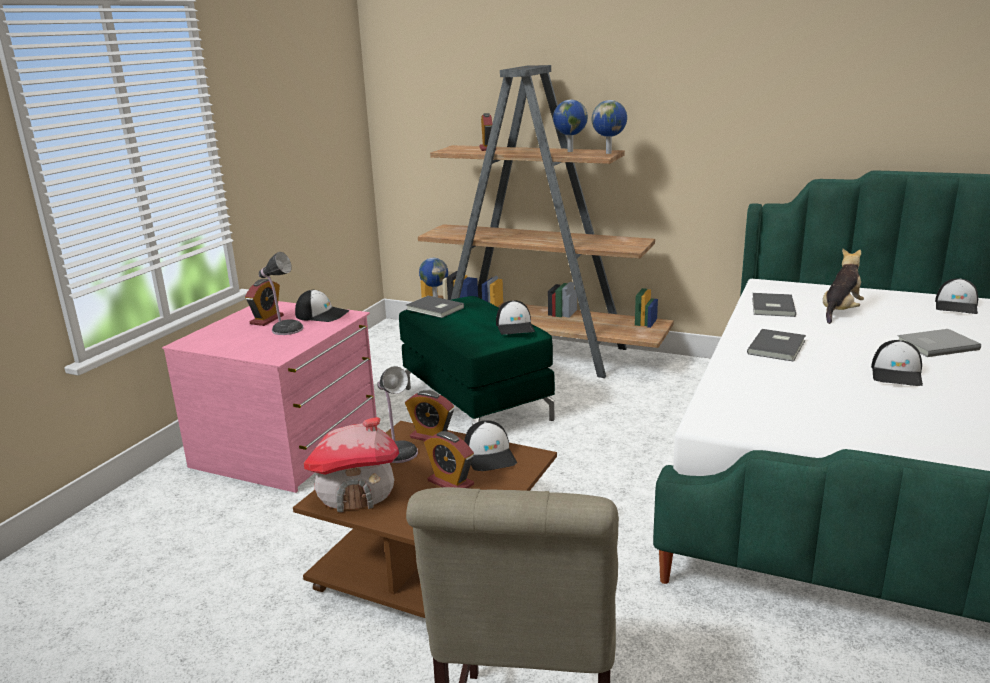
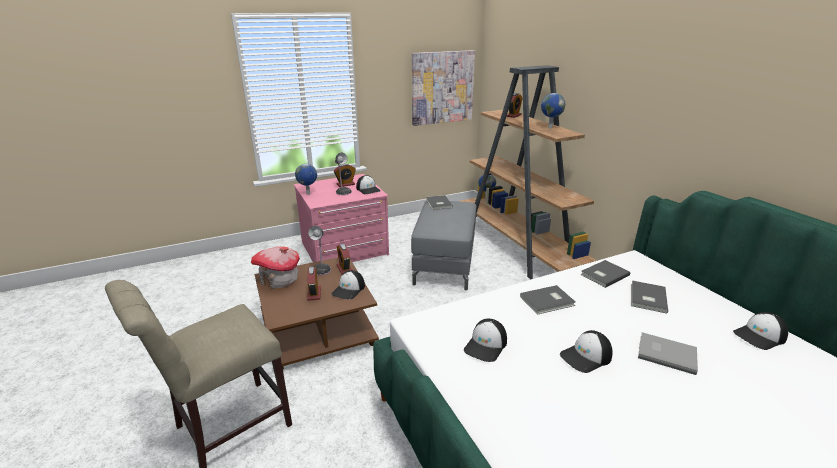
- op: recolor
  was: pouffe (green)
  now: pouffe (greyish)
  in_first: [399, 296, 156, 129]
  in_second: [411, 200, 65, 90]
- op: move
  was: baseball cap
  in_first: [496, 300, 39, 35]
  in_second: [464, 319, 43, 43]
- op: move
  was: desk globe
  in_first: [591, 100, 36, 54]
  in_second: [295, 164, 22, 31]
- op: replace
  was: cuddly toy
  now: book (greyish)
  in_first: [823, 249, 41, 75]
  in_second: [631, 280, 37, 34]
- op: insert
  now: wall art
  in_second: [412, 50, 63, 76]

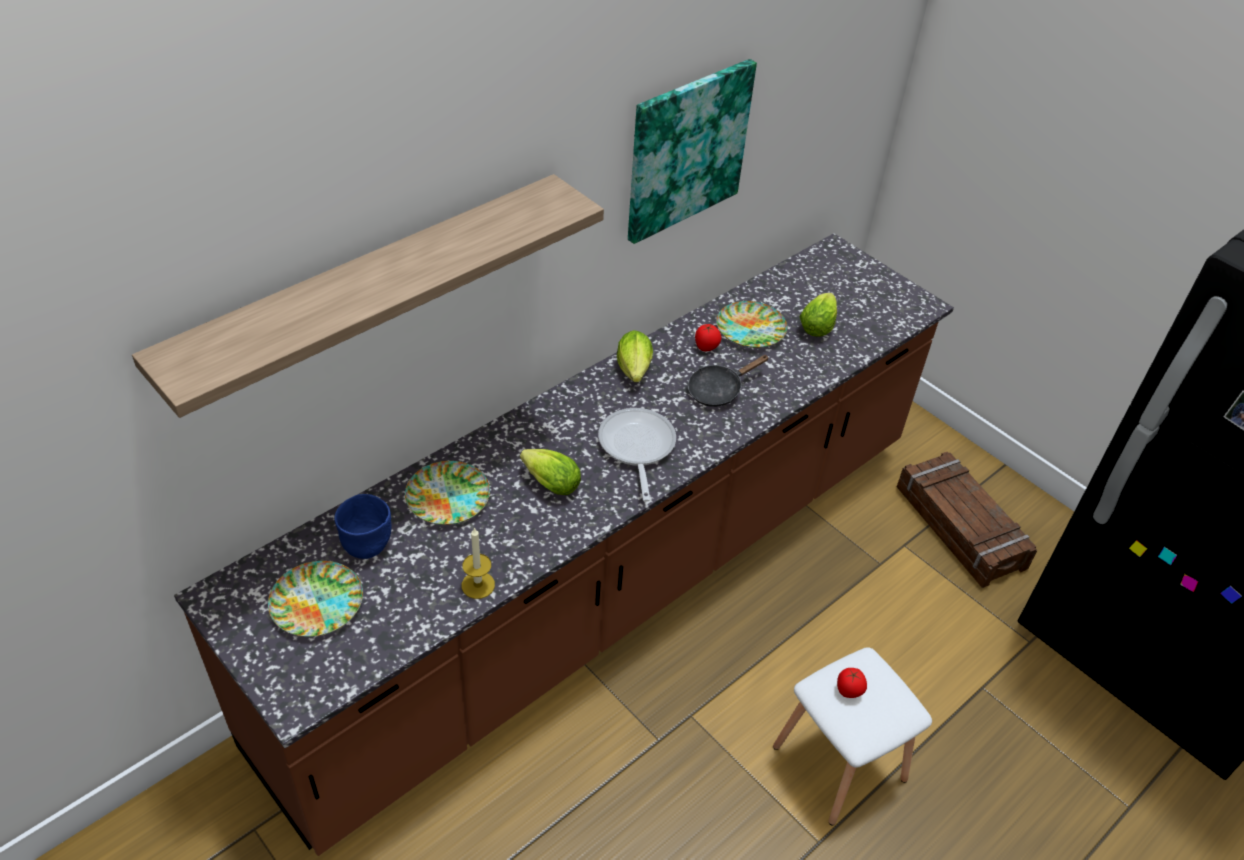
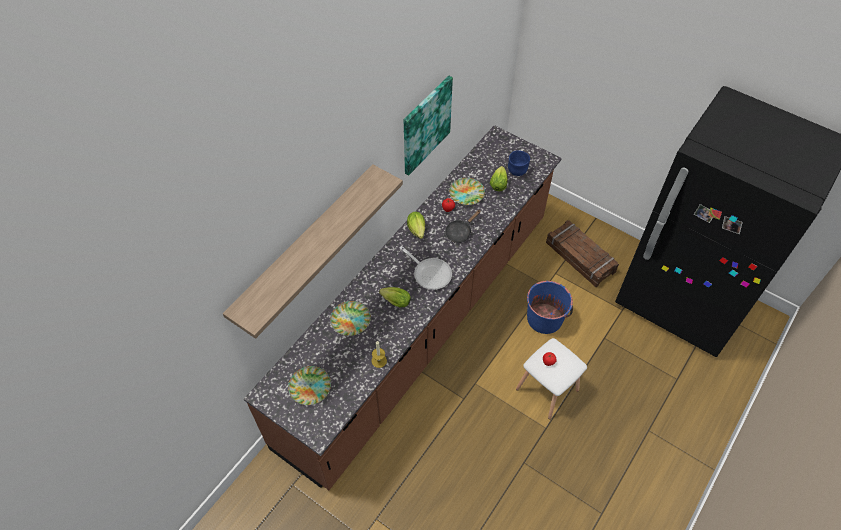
- op: move
  was: deep dish (bluish)
  in_first: [334, 494, 58, 65]
  in_second: [508, 150, 22, 26]
- op: rotate
  was: pan
  in_first: [598, 408, 78, 94]
  in_second: [399, 246, 53, 44]
  clockwise: 150
- op: insert
  now: bucket (bluish)
  in_second: [527, 281, 46, 53]

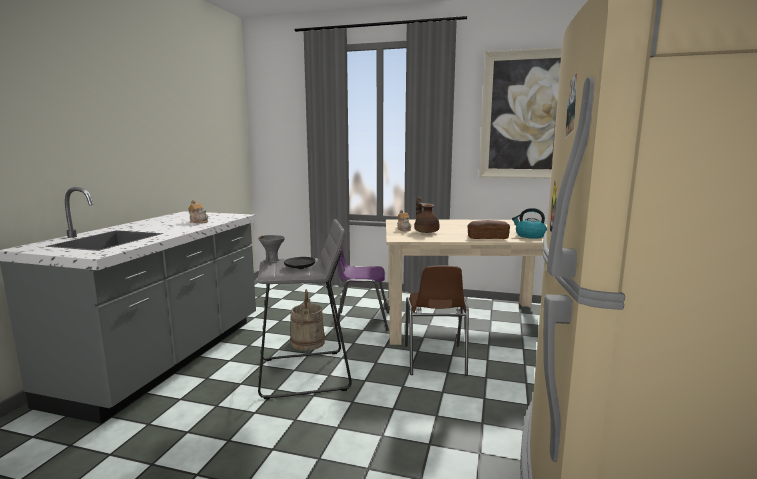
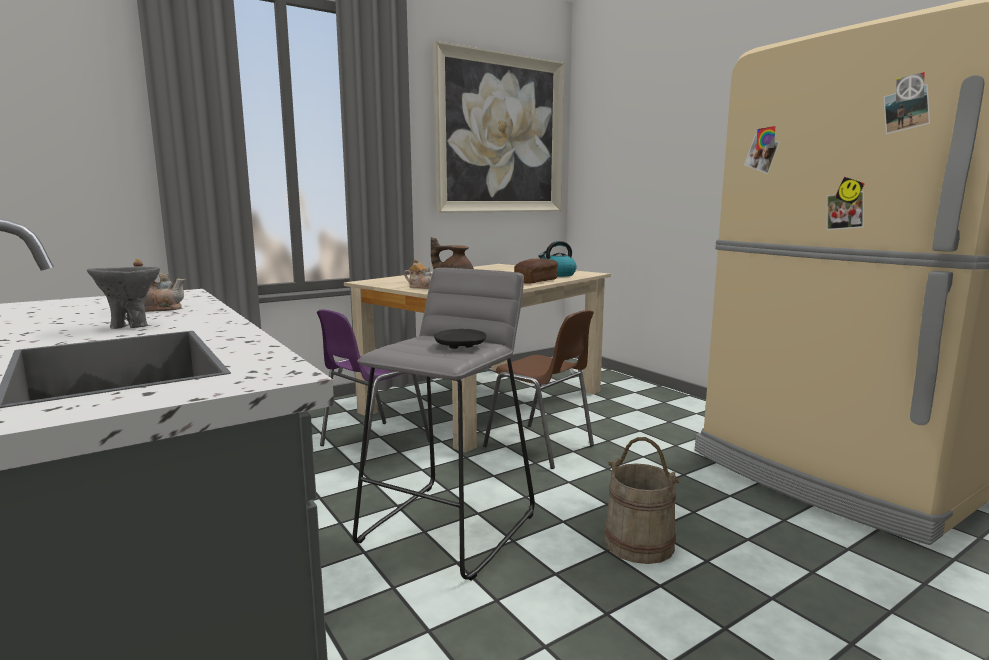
- op: move
  was: deep dish (greyish)
  in_first: [258, 235, 27, 28]
  in_second: [87, 267, 73, 62]
- op: move
  was: bucket (beige-coloured)
  in_first: [290, 289, 35, 62]
  in_second: [605, 437, 75, 127]

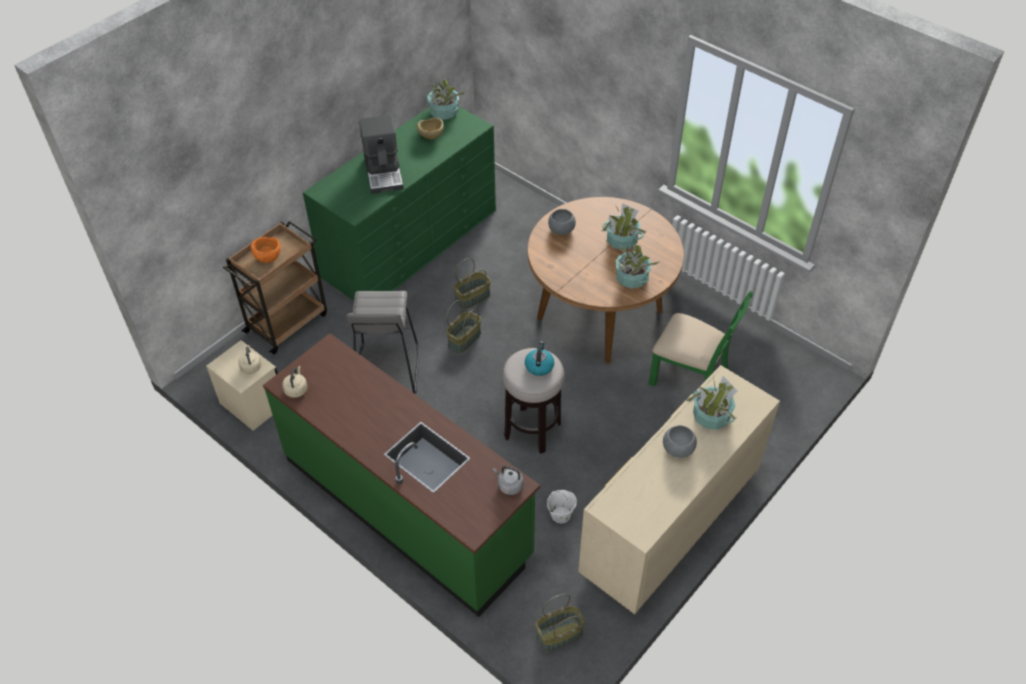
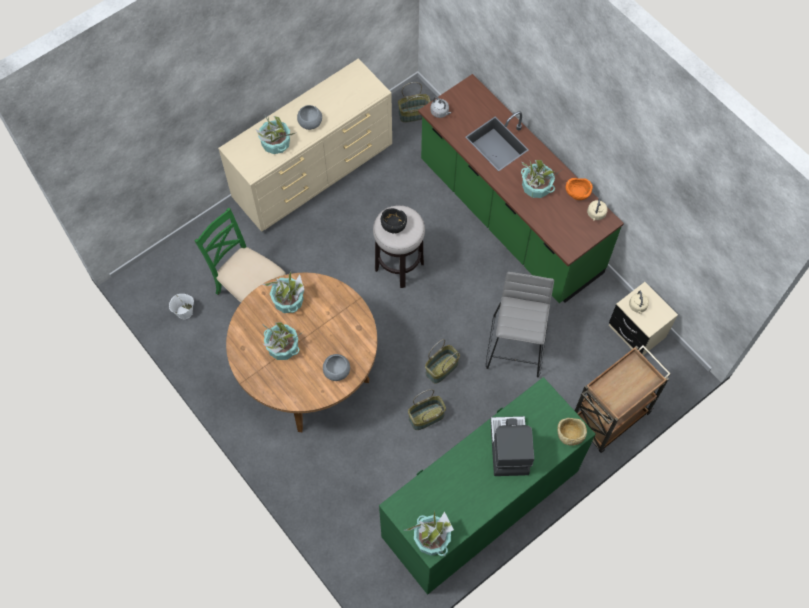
- op: move
  was: deep dish (orange)
  in_first: [251, 237, 29, 26]
  in_second: [566, 178, 27, 22]
- op: move
  was: deep dish (beige-coloured)
  in_first: [417, 117, 27, 22]
  in_second: [557, 418, 30, 28]
- op: replace
  was: water kettle
  now: deep dish (black-coloured)
  in_first: [525, 341, 29, 35]
  in_second: [381, 208, 26, 25]
- op: move
  was: bucket (whitish)
  in_first: [547, 490, 30, 33]
  in_second: [169, 294, 25, 25]
- op: insert
  now: houseplant
  in_second: [521, 160, 38, 38]

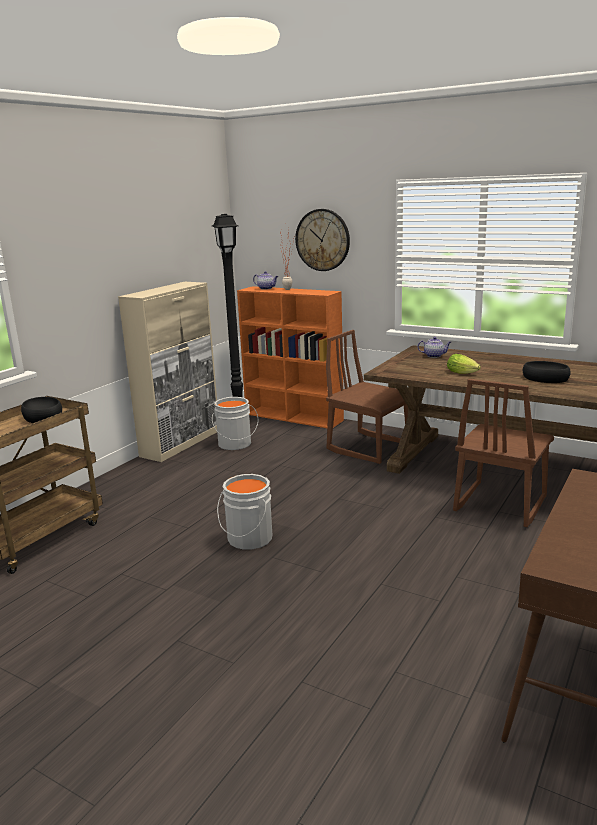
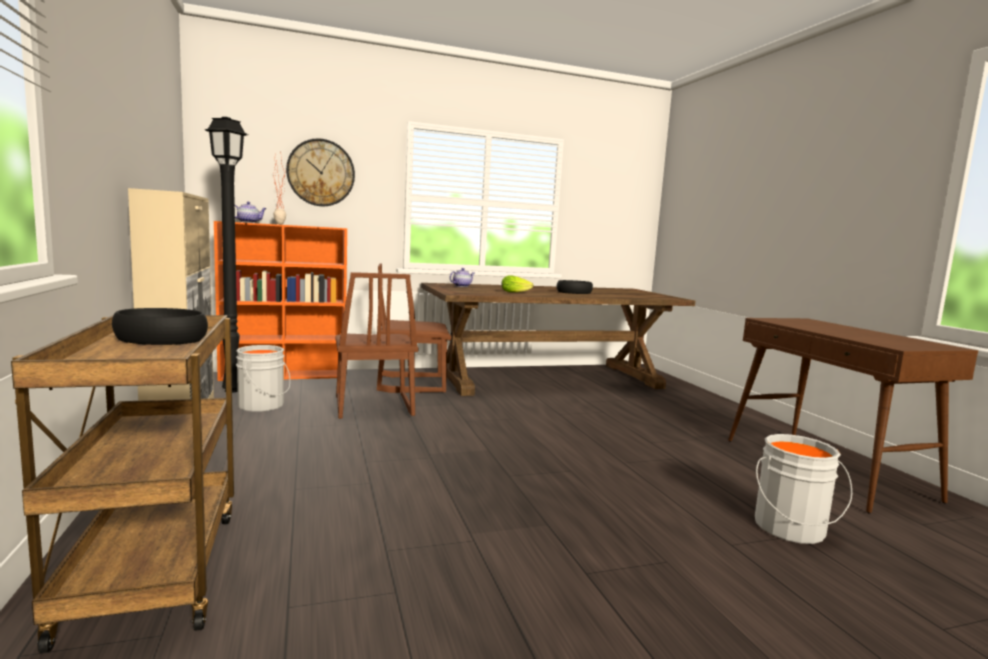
- op: move
  was: bucket (greyish)
  in_first: [217, 474, 55, 76]
  in_second: [755, 434, 97, 110]
- op: move
  was: chair (brown)
  in_first: [453, 379, 101, 148]
  in_second: [335, 272, 83, 147]

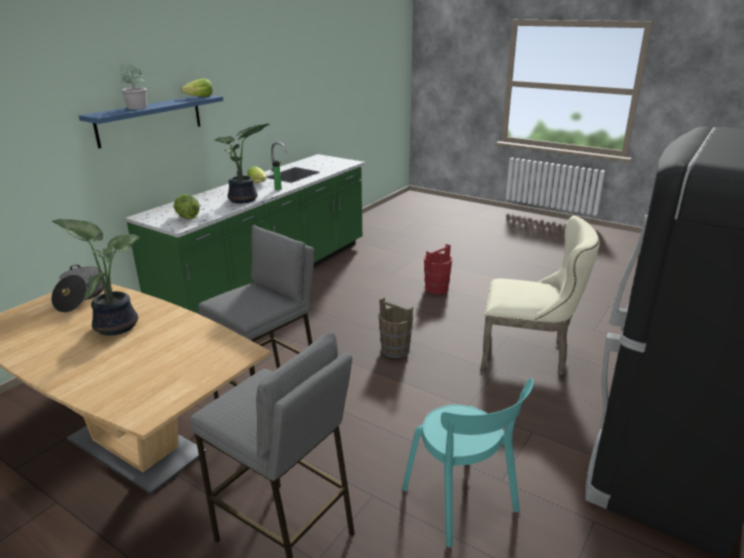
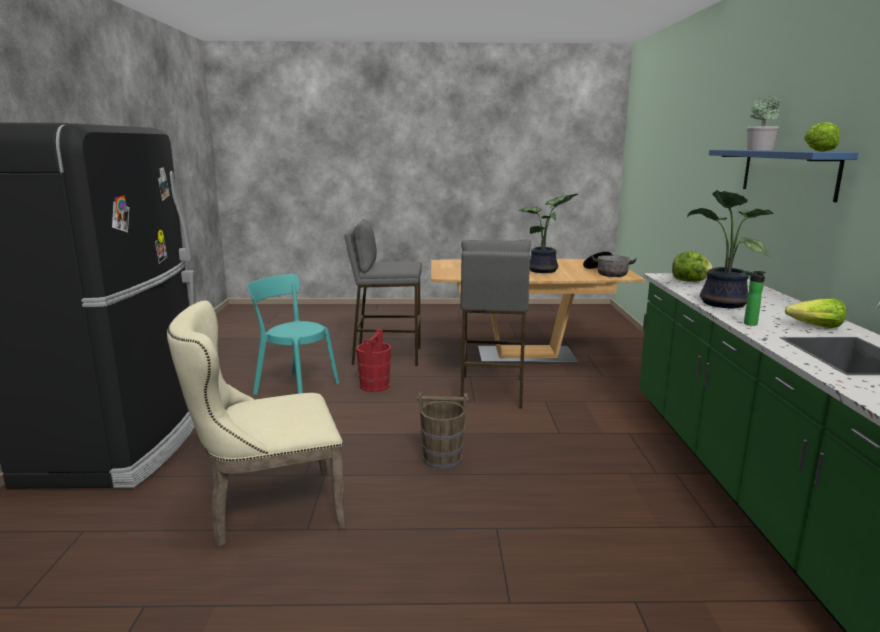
- op: move
  was: bucket (red-coloured)
  in_first: [424, 244, 28, 50]
  in_second: [356, 329, 35, 63]

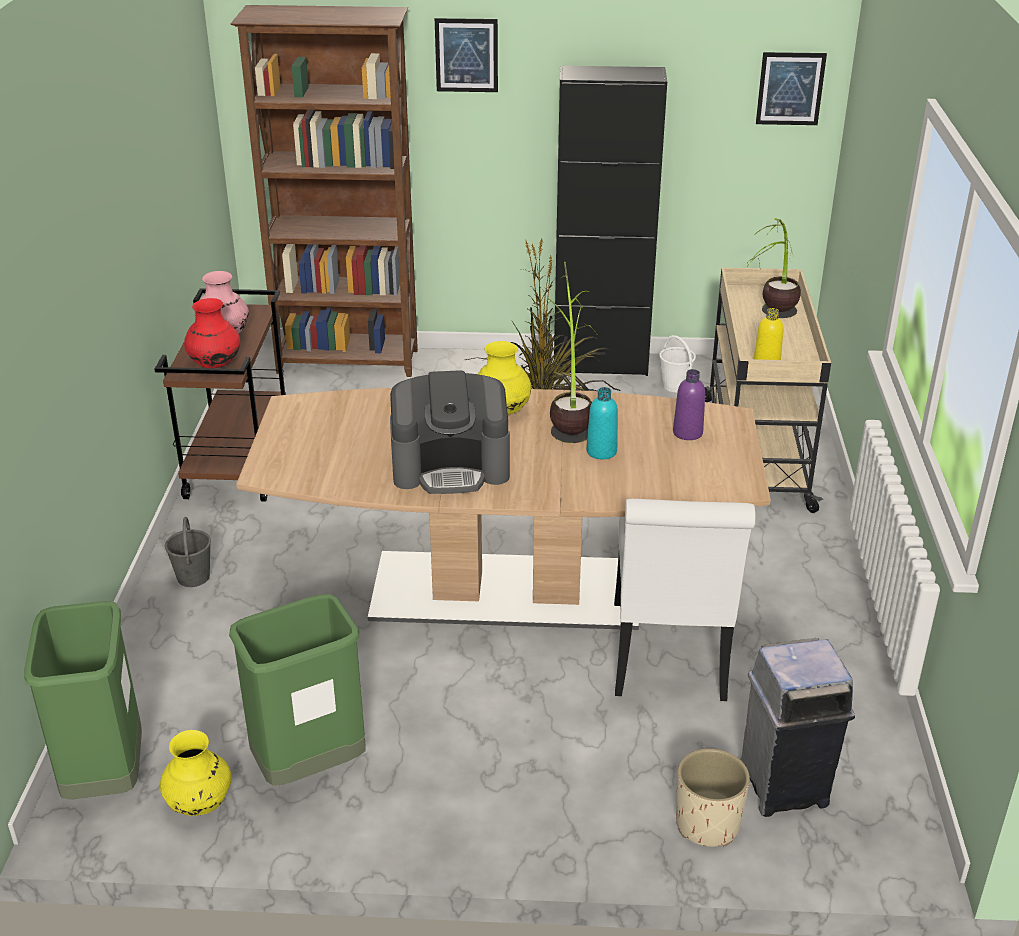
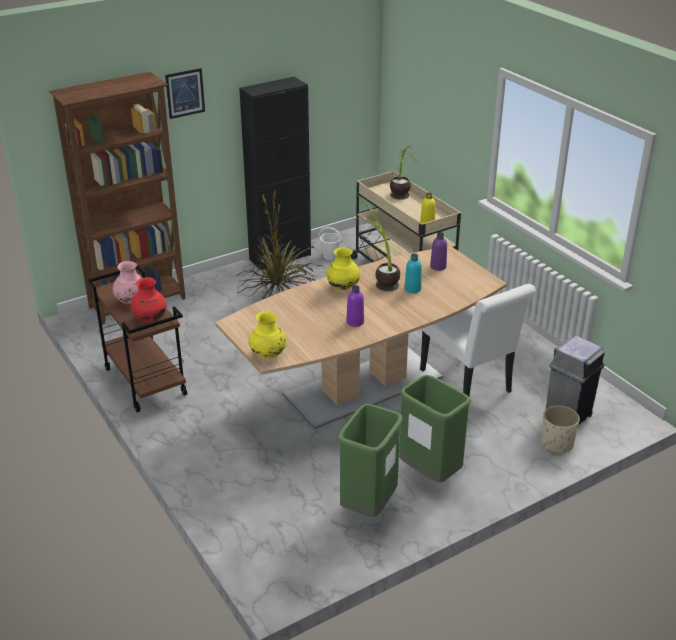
- op: move
  was: waste bin (green)
  in_first: [24, 601, 118, 199]
  in_second: [399, 375, 72, 108]
- op: move
  was: vase (yellow)
  in_first: [160, 730, 72, 86]
  in_second: [248, 311, 39, 48]
- op: delete
  was: bucket (greyish)
  in_first: [165, 517, 46, 70]
- op: replace
  was: coffee machine
  now: drink bottle (purplish)
  in_first: [390, 370, 120, 124]
  in_second: [346, 285, 18, 42]
- op: delete
  was: wall art
  in_first: [756, 52, 71, 73]

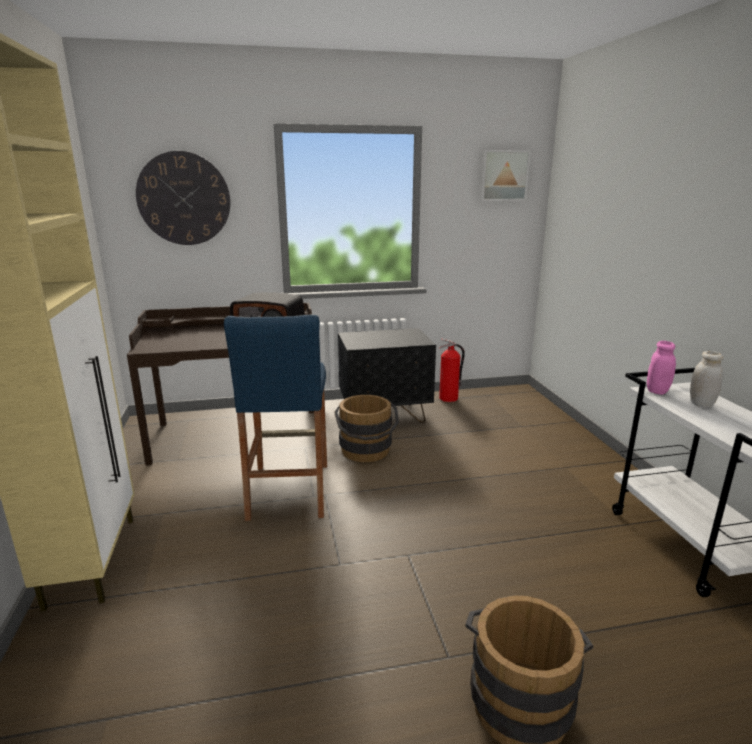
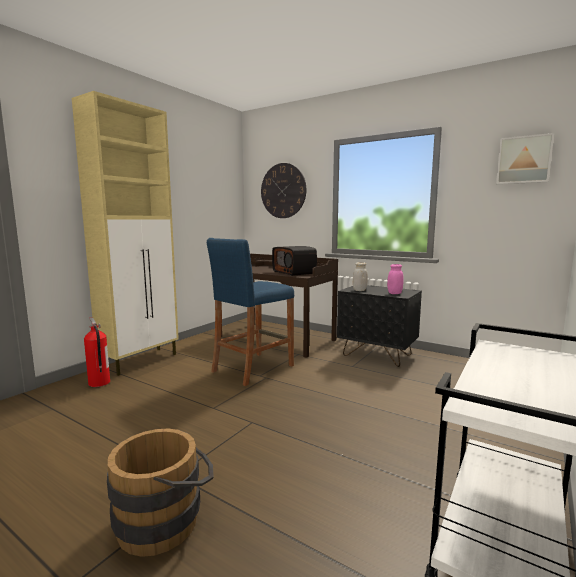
- op: delete
  was: bucket (brown)
  in_first: [334, 395, 65, 67]
- op: move
  was: fire extinguisher
  in_first: [439, 338, 26, 64]
  in_second: [84, 317, 26, 70]
- op: move
  was: storage jar (pinkish)
  in_first: [647, 341, 29, 54]
  in_second: [387, 264, 17, 30]
- op: move
  was: storage jar (whitish)
  in_first: [690, 351, 33, 57]
  in_second: [353, 262, 15, 29]

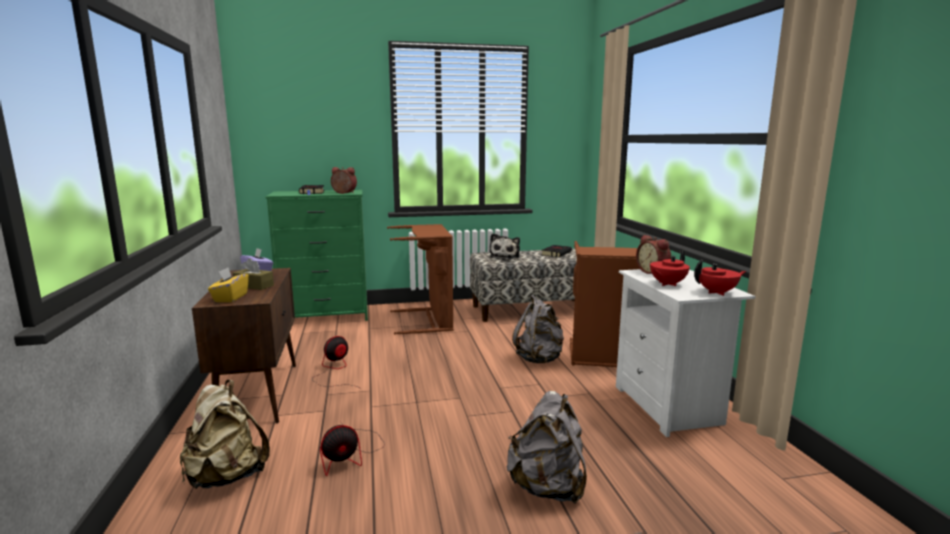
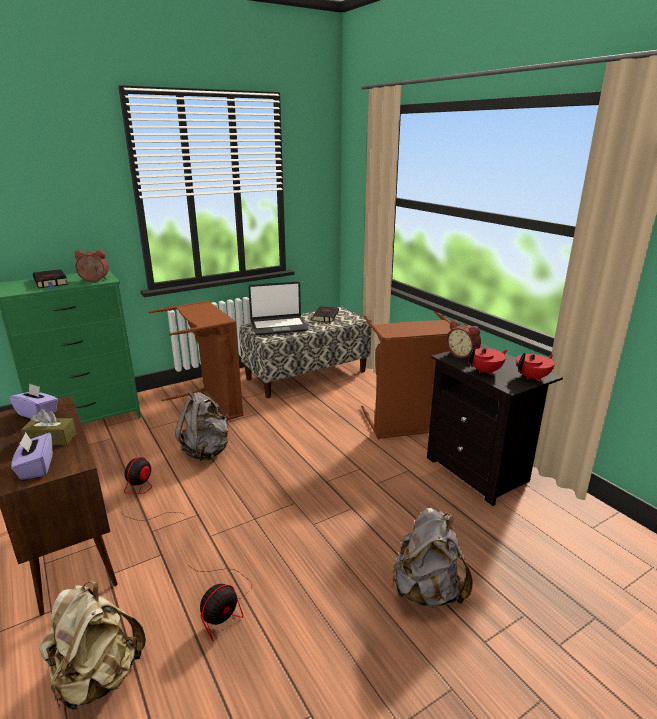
- op: recolor
  was: tissue box (yellow)
  now: tissue box (purplish)
  in_first: [208, 268, 41, 34]
  in_second: [11, 432, 42, 48]
- op: replace
  was: cuddly toy
  now: notebook computer
  in_first: [490, 233, 30, 25]
  in_second: [248, 282, 60, 53]
- op: move
  was: rucksack (greyish)
  in_first: [512, 295, 52, 68]
  in_second: [175, 391, 53, 69]
- op: recolor
  was: bedside table (whitish)
  now: bedside table (black-coloured)
  in_first: [616, 269, 139, 168]
  in_second: [427, 343, 136, 163]
- op: rotate
  was: pot for tea (red-coloured)
  in_first: [650, 250, 40, 36]
  in_second: [468, 347, 40, 28]
  clockwise: -150

